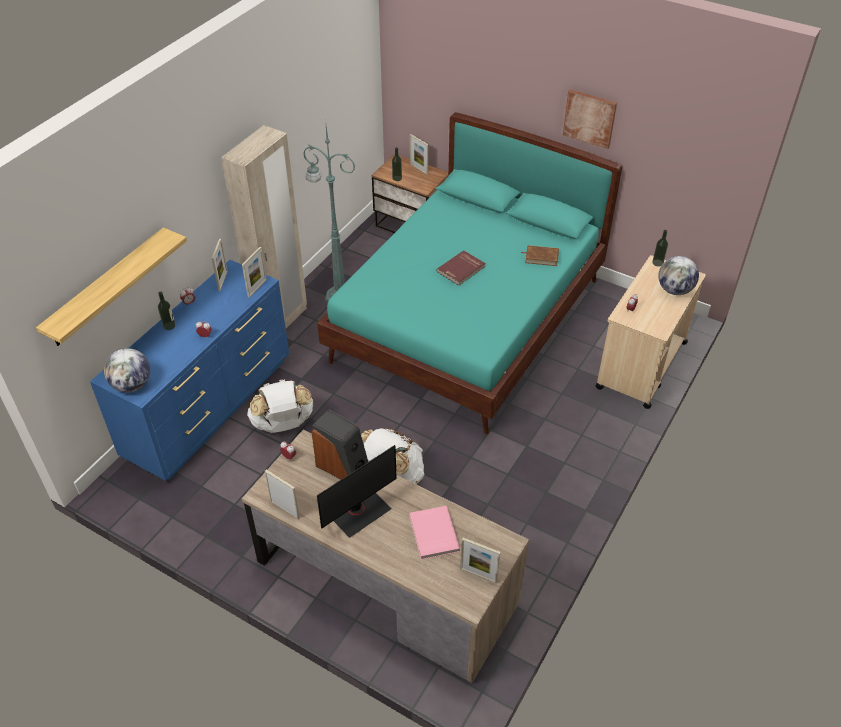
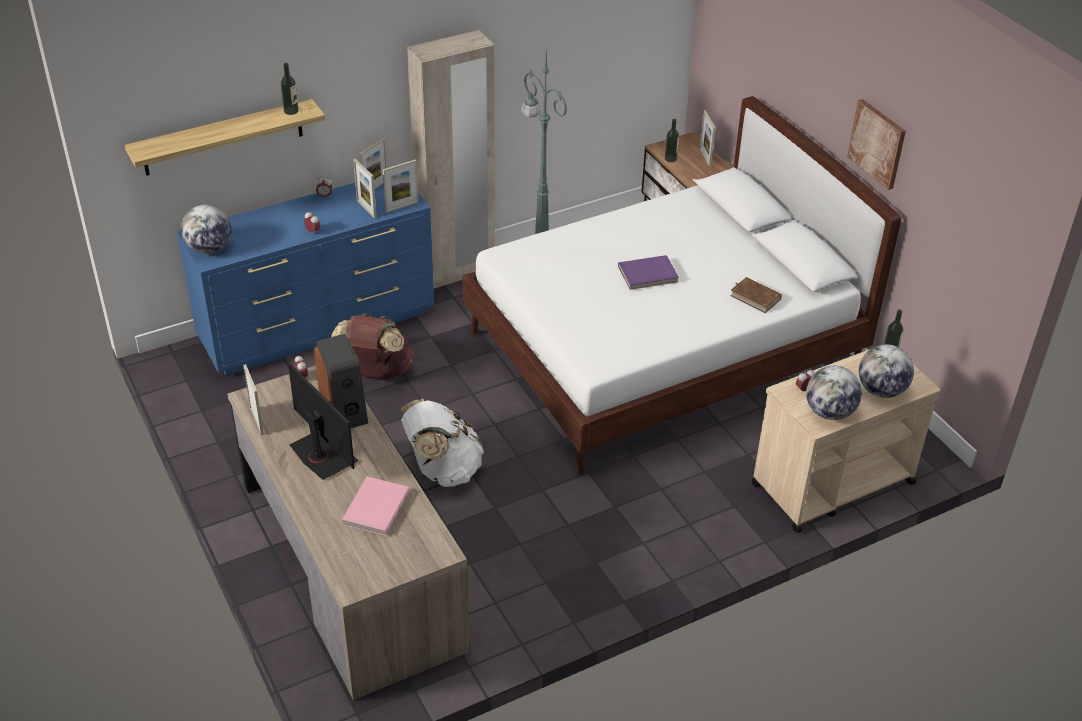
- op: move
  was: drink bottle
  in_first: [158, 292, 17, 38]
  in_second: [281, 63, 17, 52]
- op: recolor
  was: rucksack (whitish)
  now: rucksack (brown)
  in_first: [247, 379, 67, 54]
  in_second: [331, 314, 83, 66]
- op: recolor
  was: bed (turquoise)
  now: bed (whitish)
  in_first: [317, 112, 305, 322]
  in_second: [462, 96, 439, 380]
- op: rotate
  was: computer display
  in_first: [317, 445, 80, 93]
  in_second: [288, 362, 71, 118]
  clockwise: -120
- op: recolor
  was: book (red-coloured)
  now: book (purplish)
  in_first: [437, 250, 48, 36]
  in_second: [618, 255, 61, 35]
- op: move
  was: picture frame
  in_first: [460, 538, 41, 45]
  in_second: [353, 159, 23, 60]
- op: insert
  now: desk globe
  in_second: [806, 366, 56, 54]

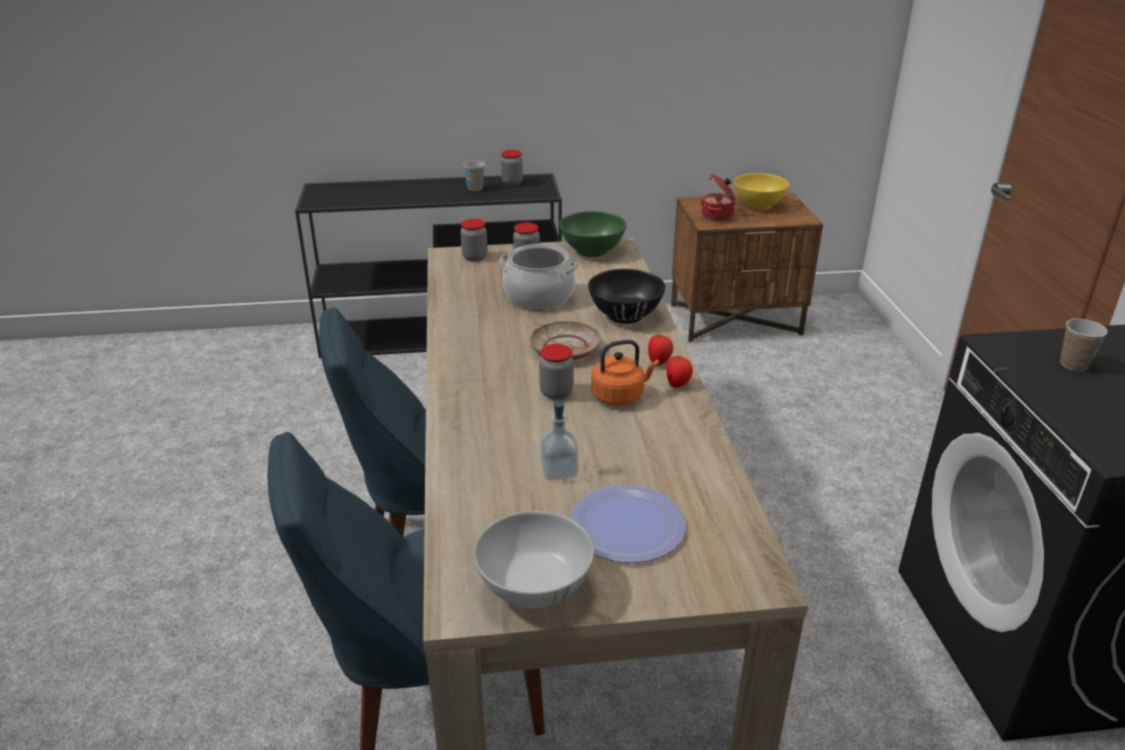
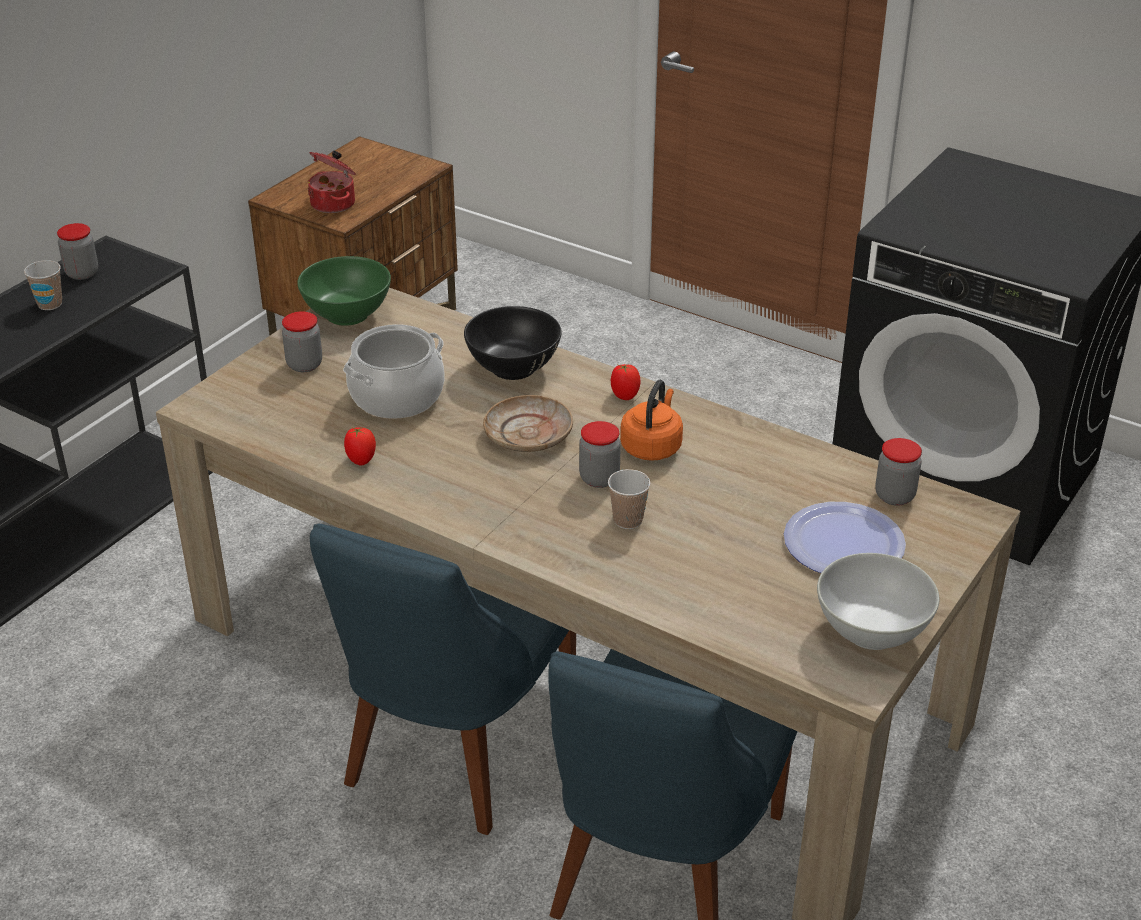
- op: move
  was: storage jar
  in_first: [461, 219, 27, 42]
  in_second: [875, 438, 47, 68]
- op: delete
  was: soap dispenser
  in_first: [540, 400, 38, 80]
- op: move
  was: whole tomato
  in_first: [666, 355, 27, 33]
  in_second: [344, 427, 32, 39]
- op: delete
  was: deep dish (yellow)
  in_first: [734, 173, 55, 37]
- op: move
  was: drinking cup
  in_first: [1060, 319, 48, 52]
  in_second: [608, 469, 43, 60]

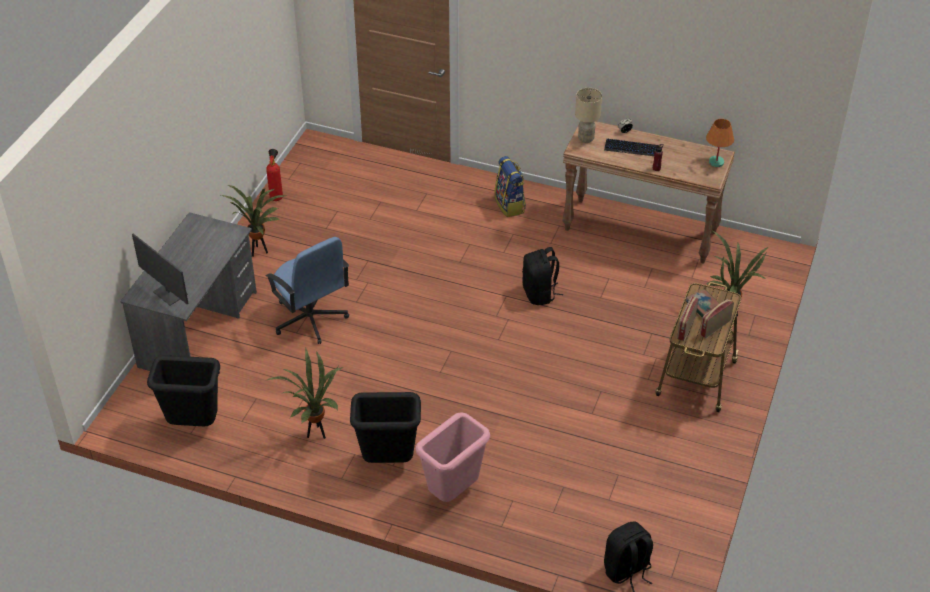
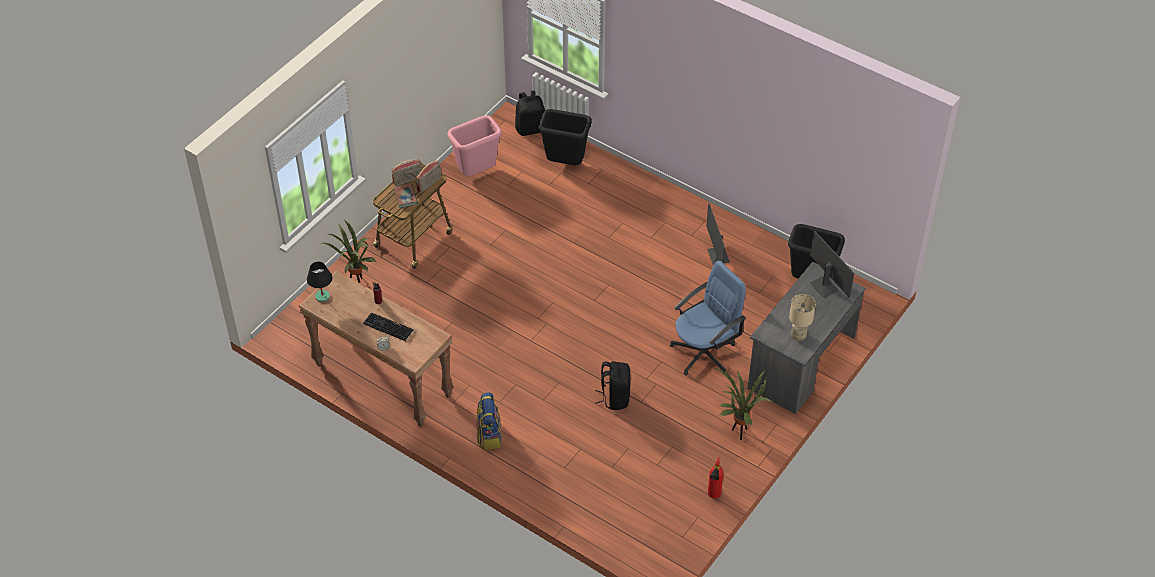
- op: rotate
  was: computer chair (bluish)
  in_first: [266, 237, 83, 107]
  in_second: [670, 261, 76, 114]
  clockwise: 75
- op: replace
  was: houseplant
  now: computer display
  in_first: [267, 348, 76, 91]
  in_second: [706, 203, 24, 62]
- op: move
  was: waste bin (black-coloured)
  in_first: [350, 392, 71, 71]
  in_second: [538, 109, 54, 56]
- op: move
  was: waste bin (pinkish)
  in_first: [416, 412, 74, 90]
  in_second: [448, 115, 54, 61]
- op: move
  was: rucksack (black-coloured)
  in_first: [522, 247, 41, 58]
  in_second: [595, 361, 36, 49]
- op: move
  was: lamp for a table (beige-coloured)
  in_first: [575, 88, 27, 55]
  in_second: [789, 294, 27, 47]
- op: recolor
  was: lamp for a table (orange)
  now: lamp for a table (black-coloured)
  in_first: [706, 119, 28, 48]
  in_second: [307, 262, 25, 40]

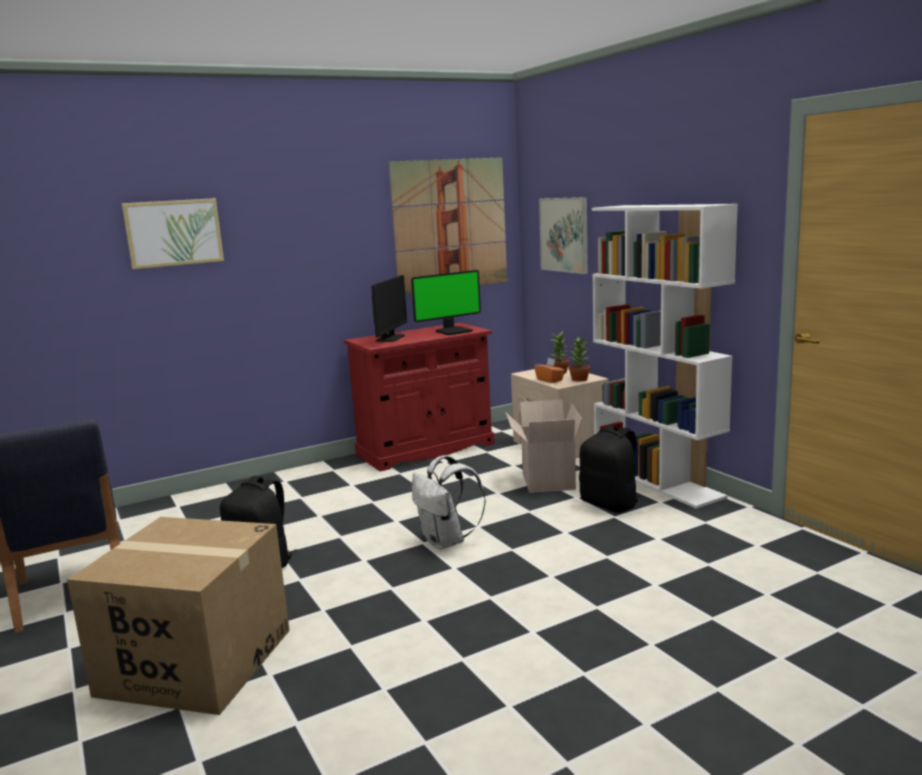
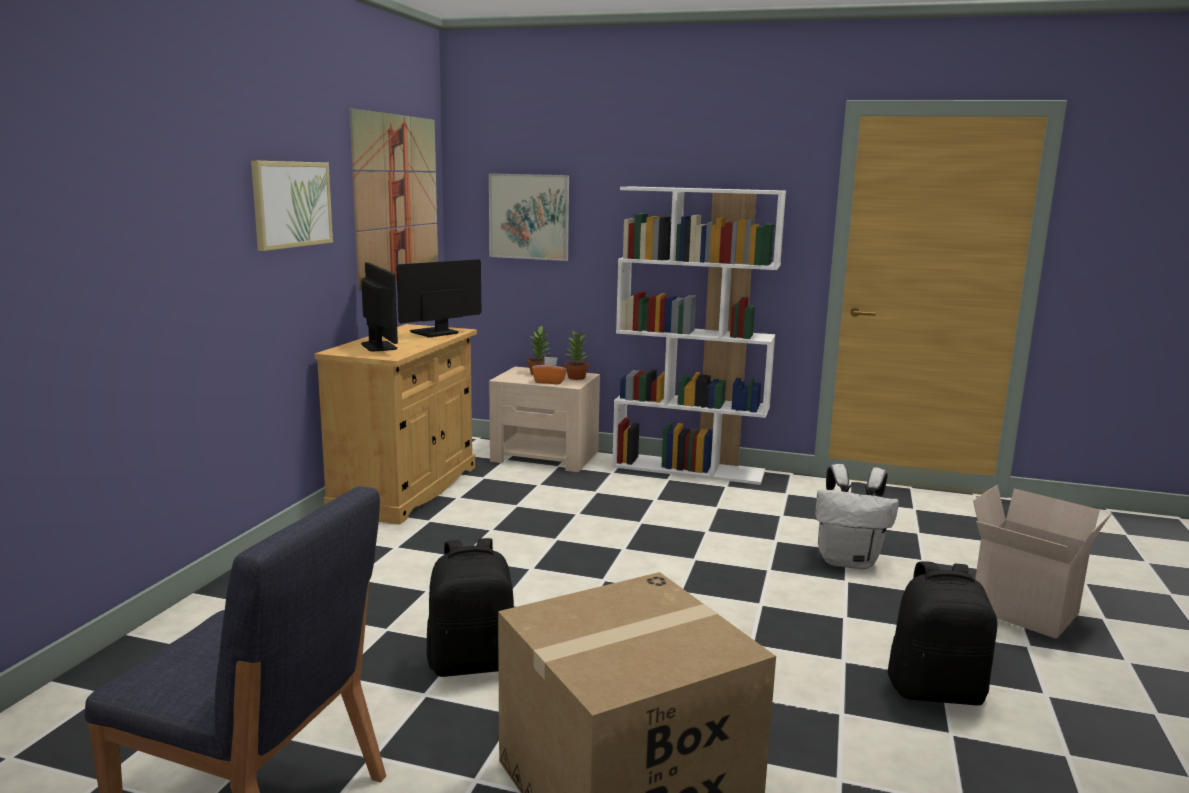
- op: move
  was: wall art
  in_first: [122, 198, 102, 71]
  in_second: [251, 160, 82, 91]
- op: recolor
  was: storage cabinet (red-coloured)
  now: storage cabinet (beige-coloured)
  in_first: [344, 323, 151, 148]
  in_second: [314, 324, 163, 200]
- op: rotate
  was: computer display
  in_first: [411, 270, 70, 65]
  in_second: [396, 259, 85, 79]
  clockwise: -150
- op: move
  was: rucksack (whitish)
  in_first: [412, 455, 74, 95]
  in_second: [815, 464, 84, 105]
- op: move
  was: cardboard box
  in_first: [506, 399, 76, 94]
  in_second: [973, 485, 139, 154]
- op: move
  was: rucksack (black-coloured)
  in_first: [579, 425, 62, 88]
  in_second: [888, 561, 109, 145]

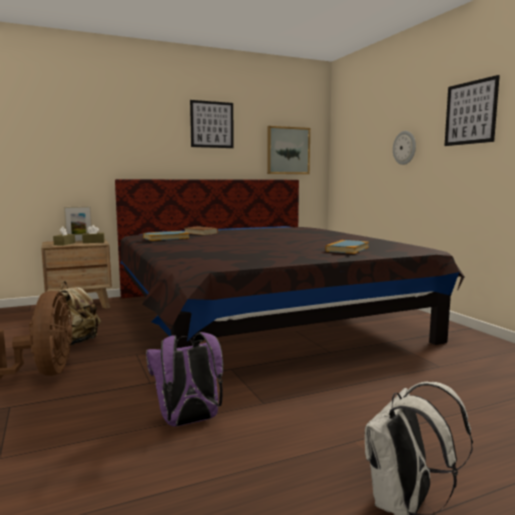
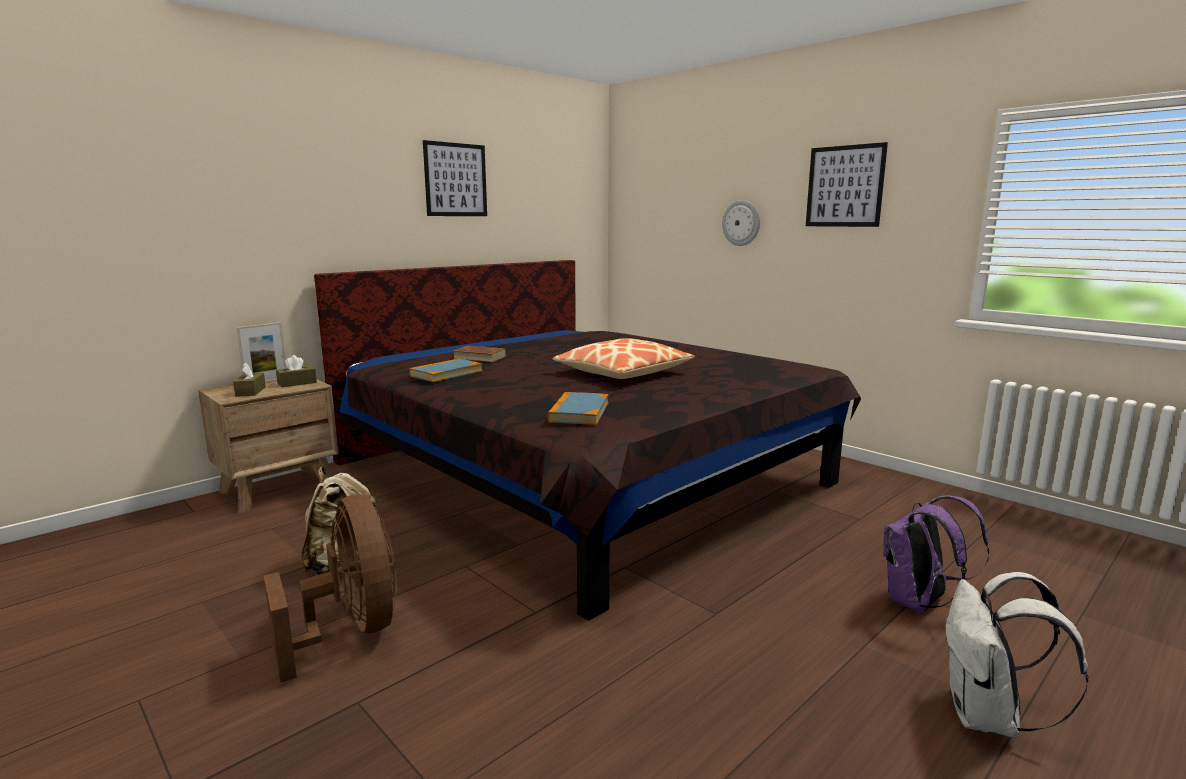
- op: move
  was: rucksack (purplish)
  in_first: [146, 332, 77, 95]
  in_second: [883, 495, 106, 118]
- op: delete
  was: wall art
  in_first: [267, 126, 43, 48]
- op: move
  was: book
  in_first: [325, 240, 44, 14]
  in_second: [547, 392, 61, 33]
- op: insert
  now: pillow
  in_second: [553, 338, 142, 41]

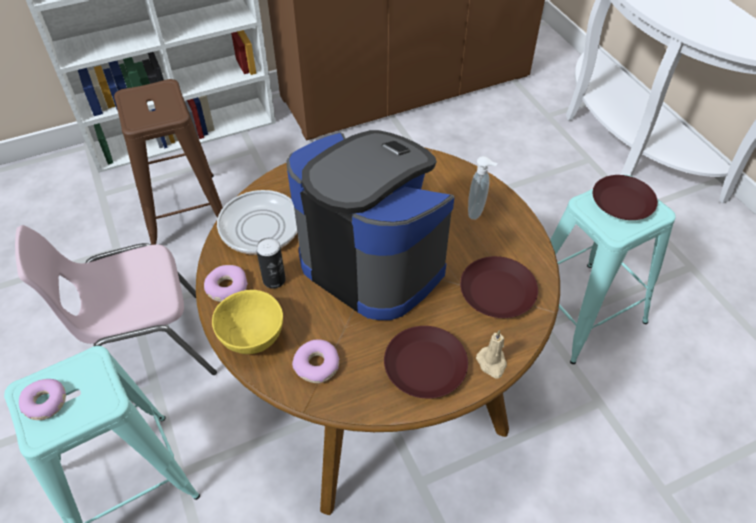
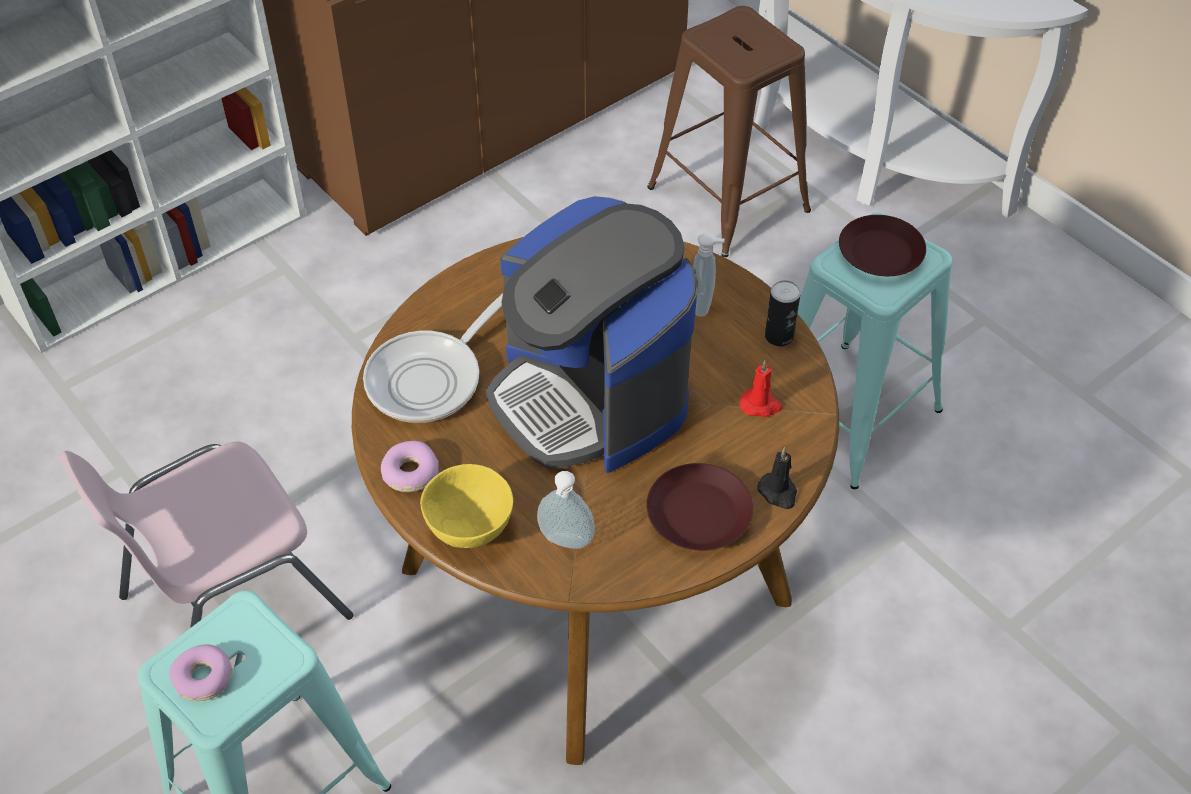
- op: move
  was: sitting stool (brown)
  in_first: [114, 79, 109, 166]
  in_second: [647, 6, 164, 251]
- op: move
  was: metal can
  in_first: [256, 237, 30, 52]
  in_second: [765, 280, 36, 67]
- op: rotate
  was: coffee machine
  in_first: [286, 130, 168, 190]
  in_second: [486, 196, 212, 277]
  clockwise: -150
- op: replace
  was: doughnut
  now: soap dispenser
  in_first: [292, 339, 47, 44]
  in_second: [537, 471, 58, 78]
- op: replace
  was: flat dish (brown)
  now: wax light (red-coloured)
  in_first: [460, 256, 78, 62]
  in_second: [740, 360, 42, 57]
- op: recolor
  was: wax light (beige-coloured)
  now: wax light (black-coloured)
  in_first: [476, 330, 31, 48]
  in_second: [757, 447, 40, 62]

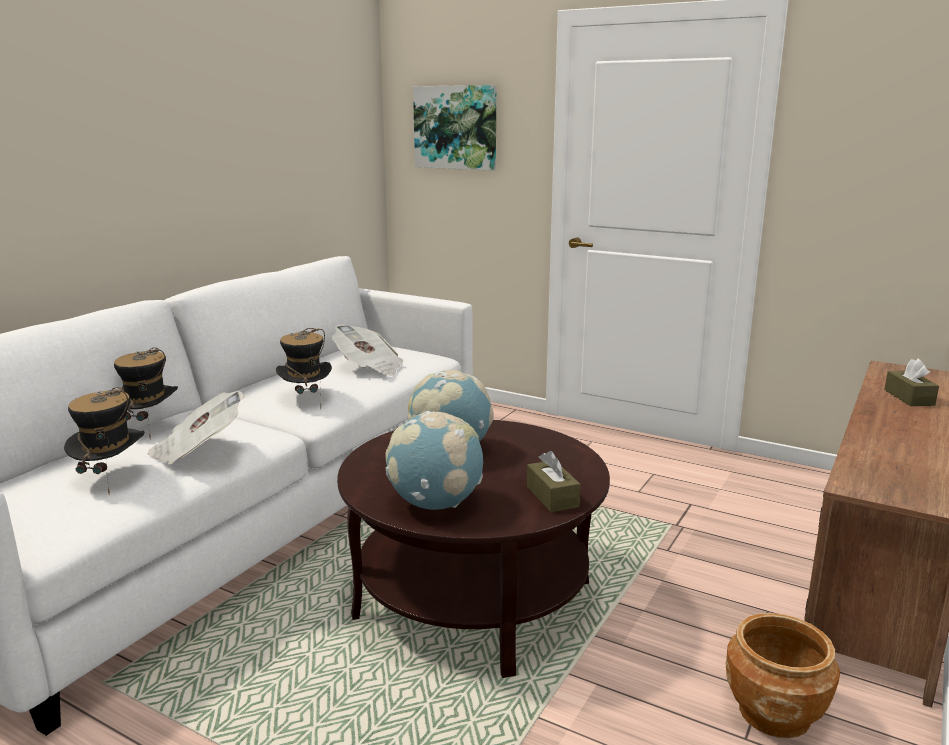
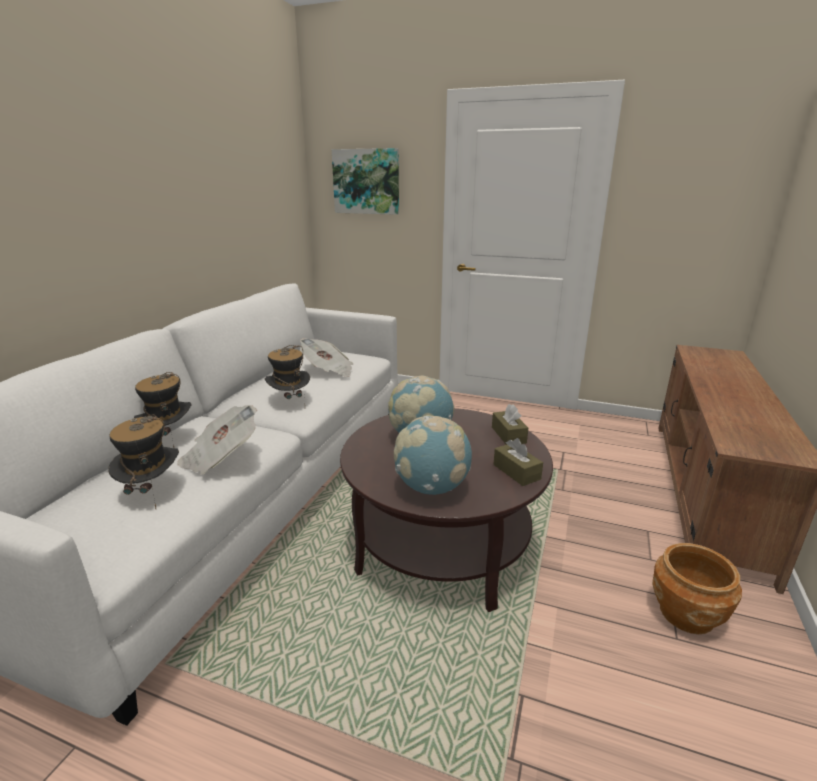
- op: move
  was: tissue box (brown)
  in_first: [884, 359, 55, 47]
  in_second: [492, 404, 36, 41]

